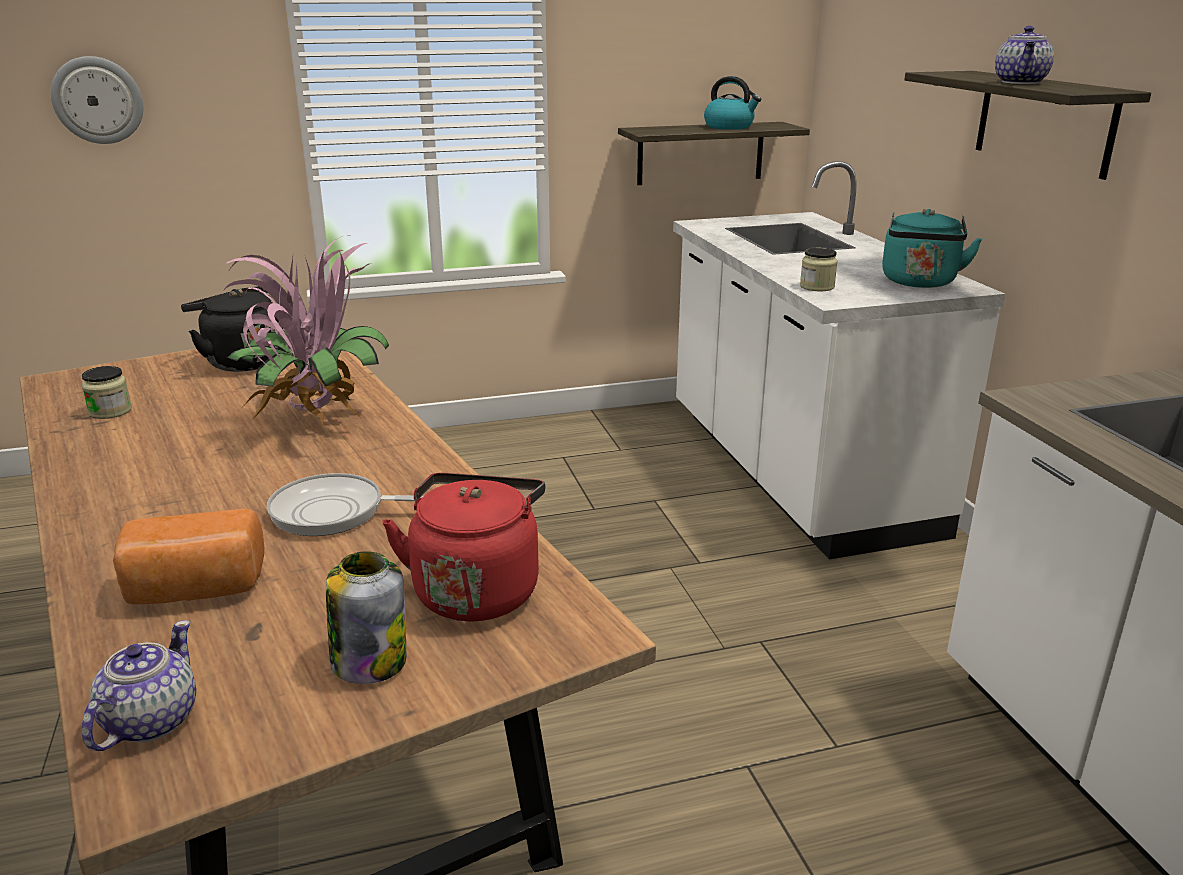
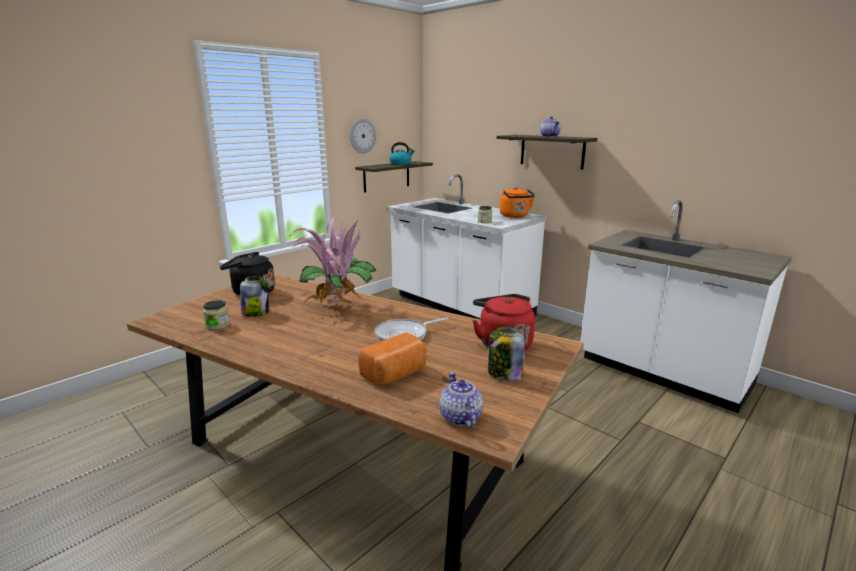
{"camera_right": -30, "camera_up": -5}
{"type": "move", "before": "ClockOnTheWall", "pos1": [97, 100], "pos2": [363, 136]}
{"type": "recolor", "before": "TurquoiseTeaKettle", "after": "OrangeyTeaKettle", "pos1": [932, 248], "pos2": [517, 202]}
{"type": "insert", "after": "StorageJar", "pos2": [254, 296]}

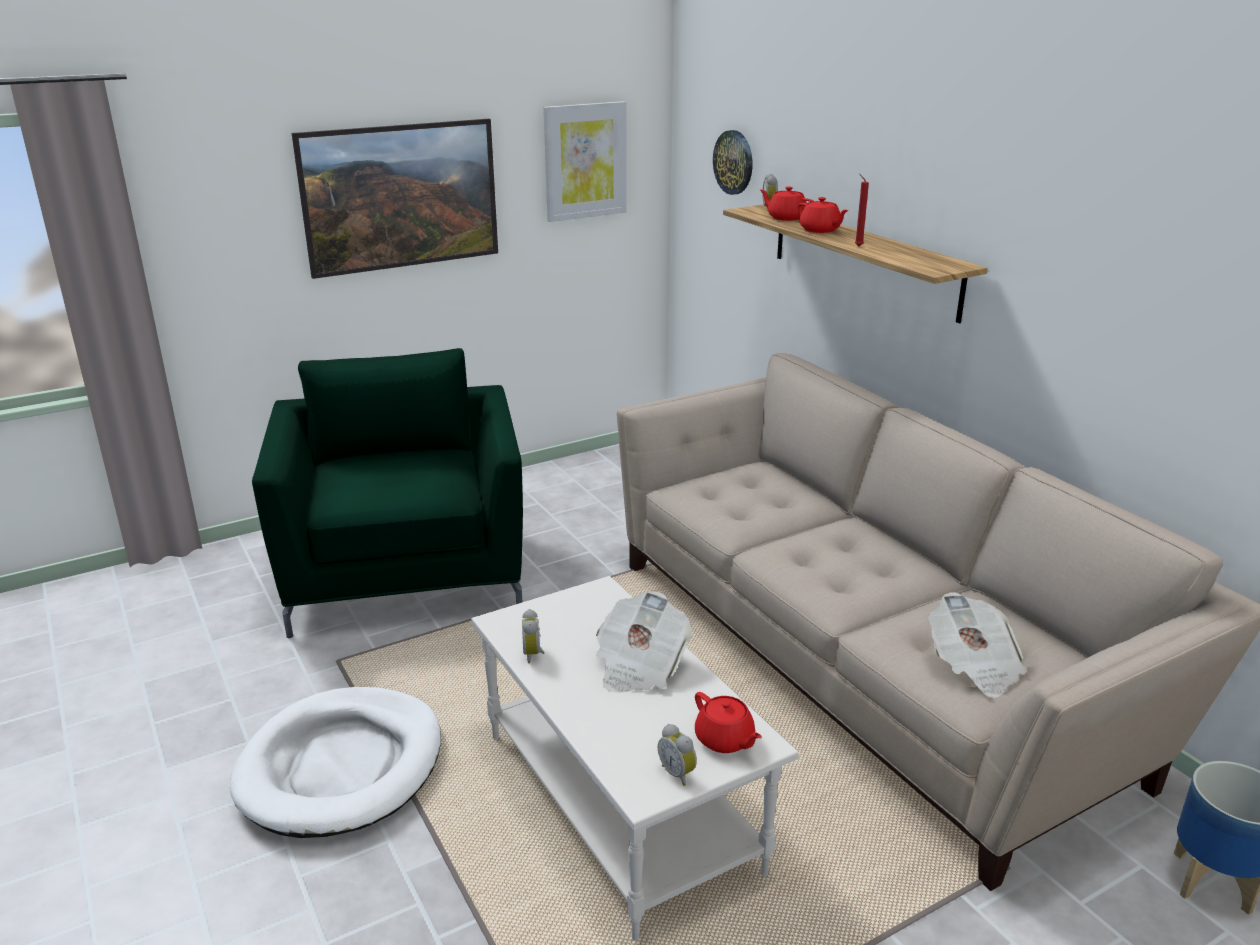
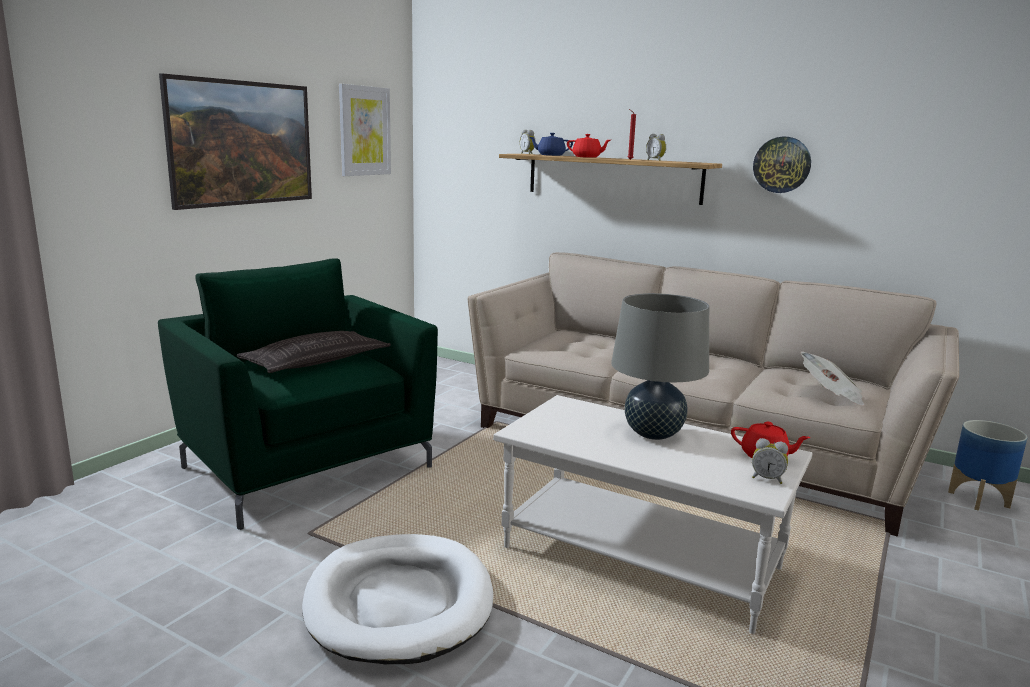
{"camera_right": -30, "camera_up": -10}
{"type": "move", "before": "TableClock", "pos1": [533, 636], "pos2": [656, 147]}
{"type": "replace", "before": "DailyPaper", "after": "GreyishTabletopLamp", "pos1": [644, 642], "pos2": [660, 366]}
{"type": "move", "before": "ClockOnTheWall", "pos1": [732, 162], "pos2": [782, 165]}
{"type": "recolor", "before": "RedPotForTea", "after": "BluishPotForTea", "pos1": [787, 204], "pos2": [551, 144]}
{"type": "insert", "after": "ThrowPillow", "pos2": [314, 352]}

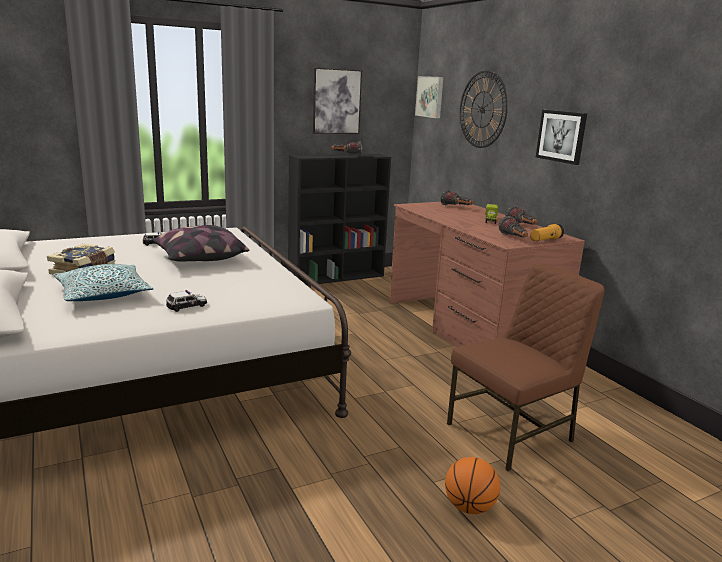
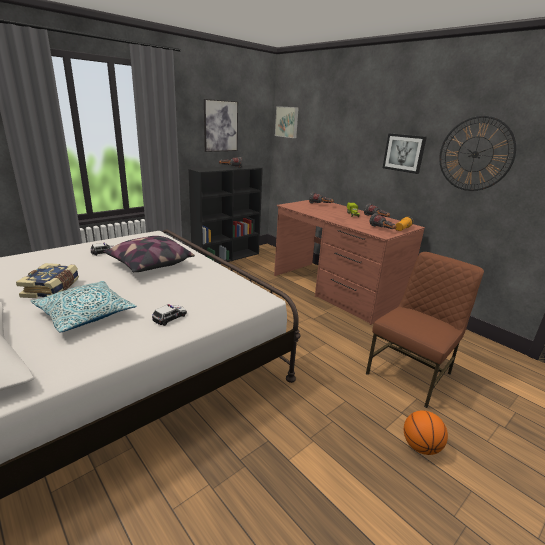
{"camera_right": -15, "camera_up": 5}
{"type": "move", "before": "ClockOnTheWall", "pos1": [484, 109], "pos2": [478, 153]}

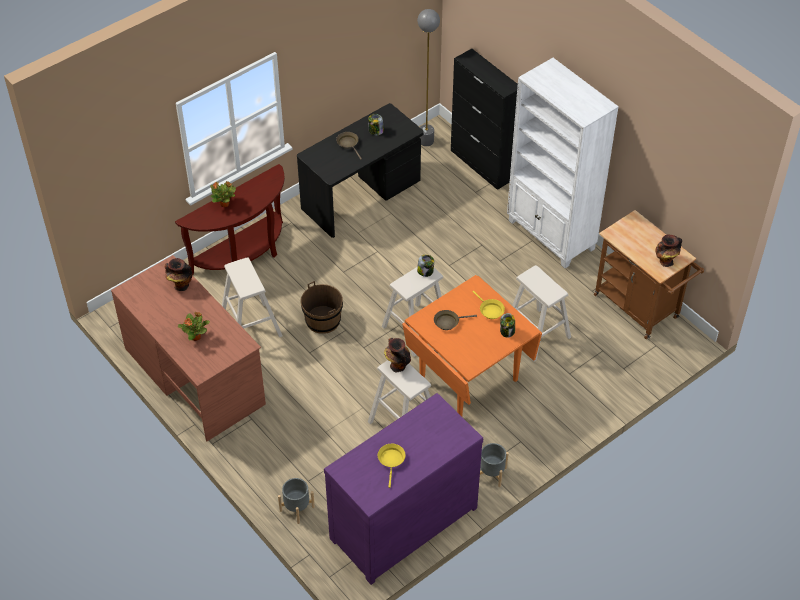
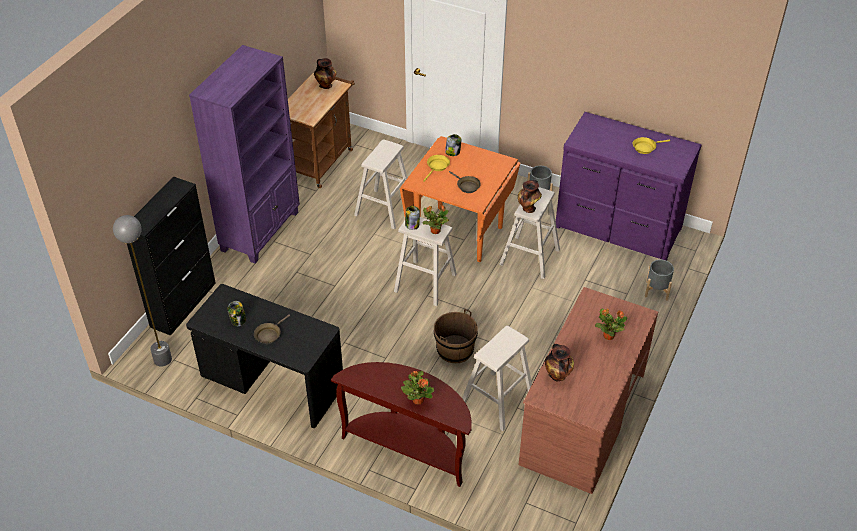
{"camera_right": -115, "camera_up": -5}
{"type": "recolor", "before": "WhitishBookcase", "after": "PurpleColouredBookcase", "pos1": [563, 163], "pos2": [244, 154]}
{"type": "insert", "after": "PlantInAPot", "pos2": [435, 219]}

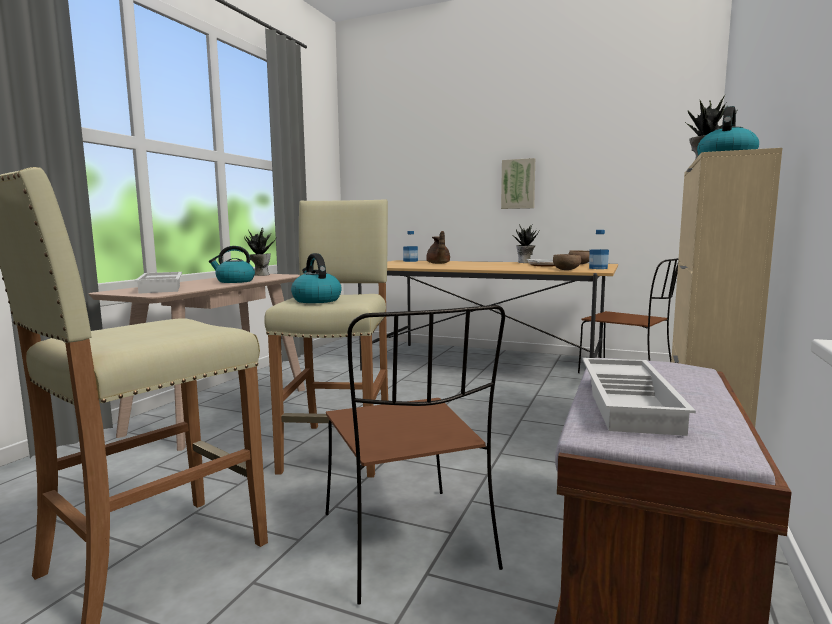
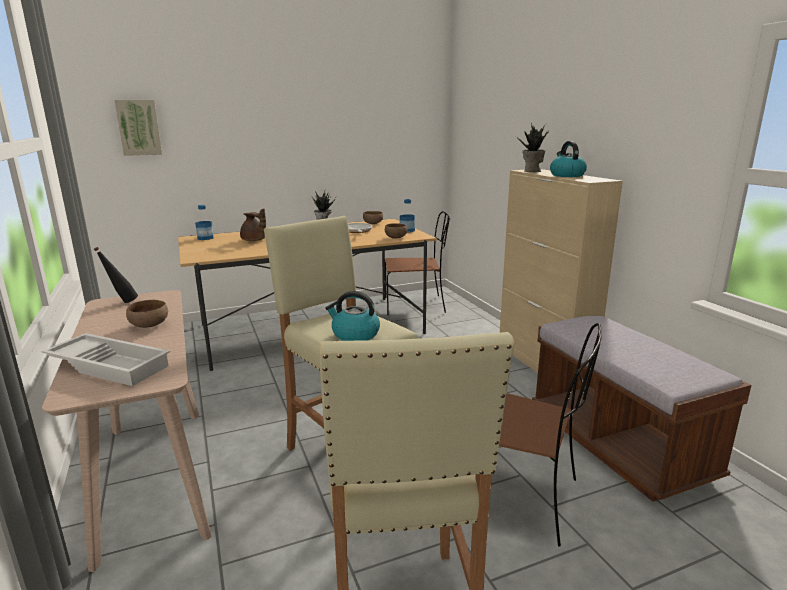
{"camera_right": -45, "camera_up": 10}
{"type": "replace", "before": "TeaKettle", "after": "BrownBowl", "pos1": [232, 264], "pos2": [147, 314]}
{"type": "replace", "before": "PlantInAPot", "after": "BlackishBeverageBottle", "pos1": [260, 252], "pos2": [116, 275]}
{"type": "move", "before": "Picture", "pos1": [518, 183], "pos2": [138, 128]}
{"type": "delete", "before": "WhitishServingTray", "pos1": [639, 397]}

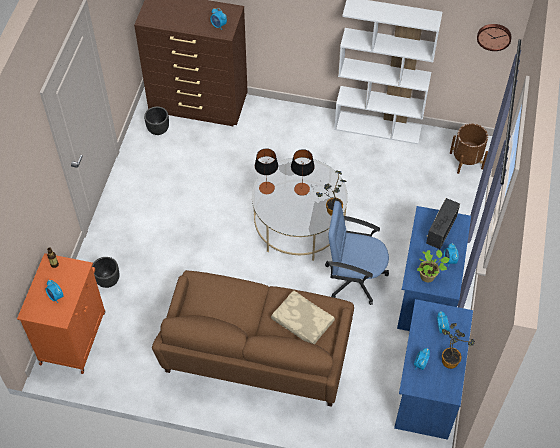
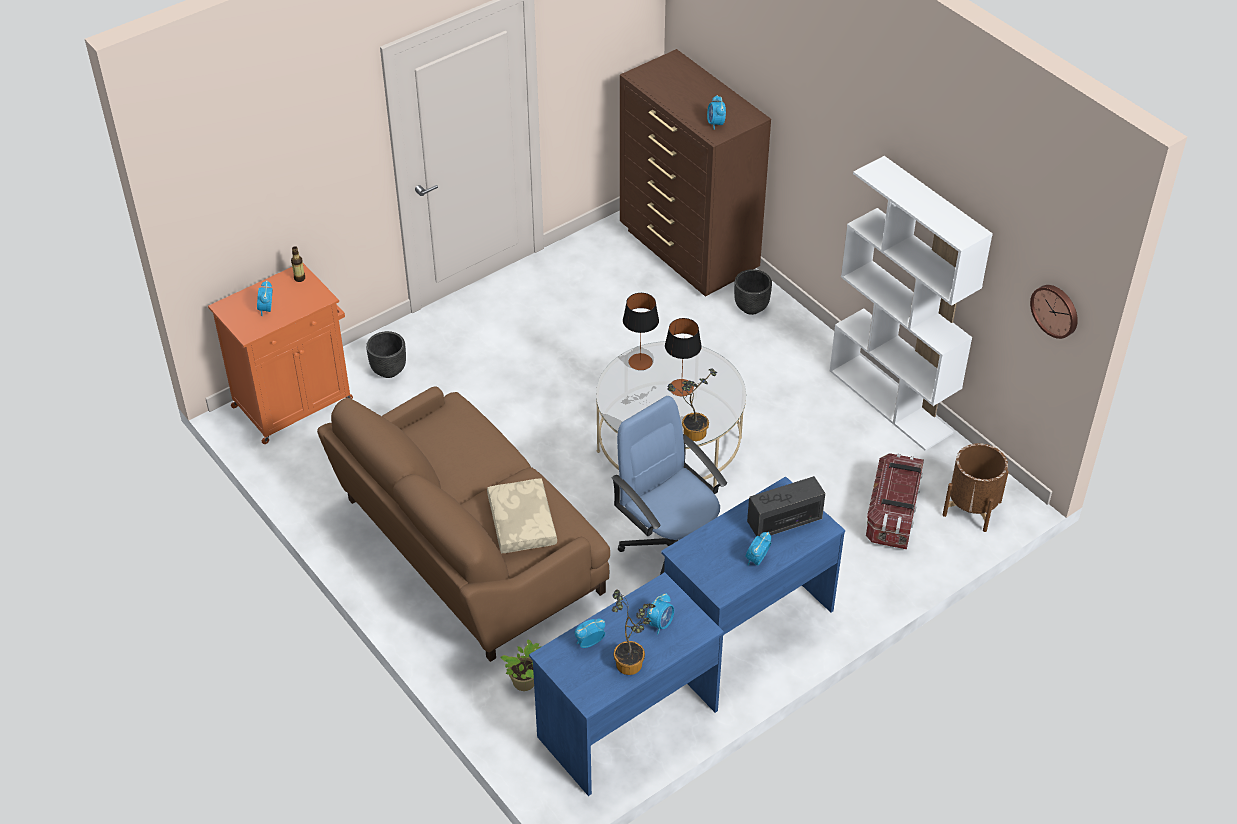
{"camera_right": 40, "camera_up": -10}
{"type": "move", "before": "BlackishPlantPot", "pos1": [156, 120], "pos2": [753, 292]}
{"type": "move", "before": "PlantInAPot", "pos1": [433, 266], "pos2": [521, 665]}
{"type": "insert", "after": "StorageContainer", "pos2": [895, 501]}

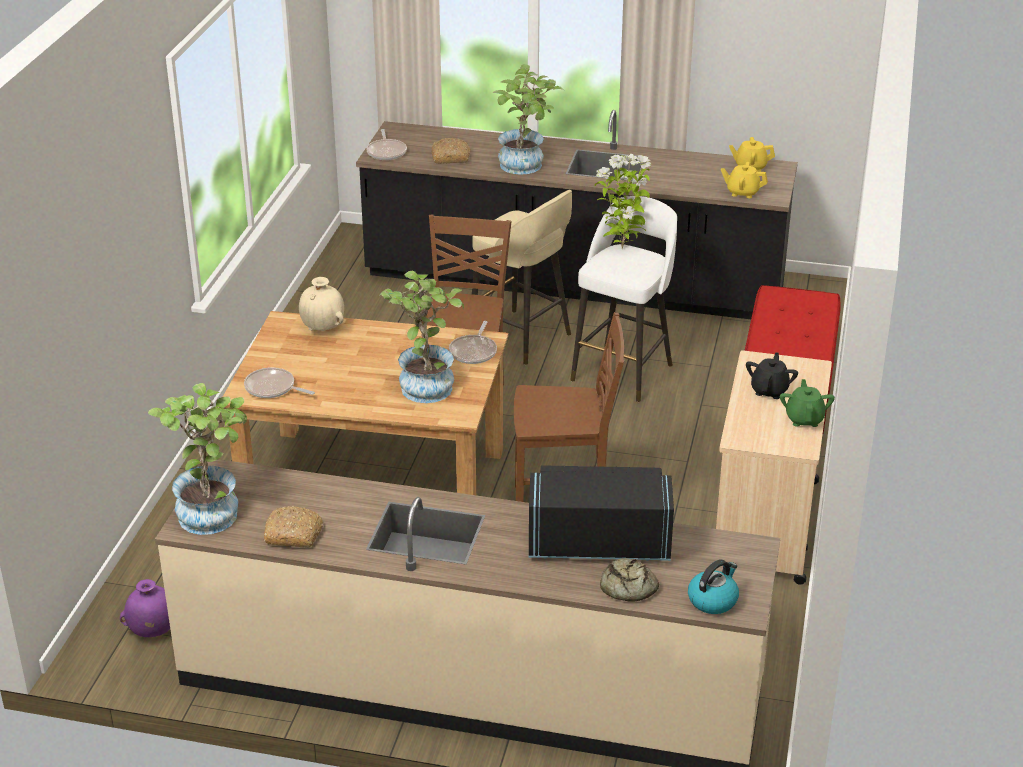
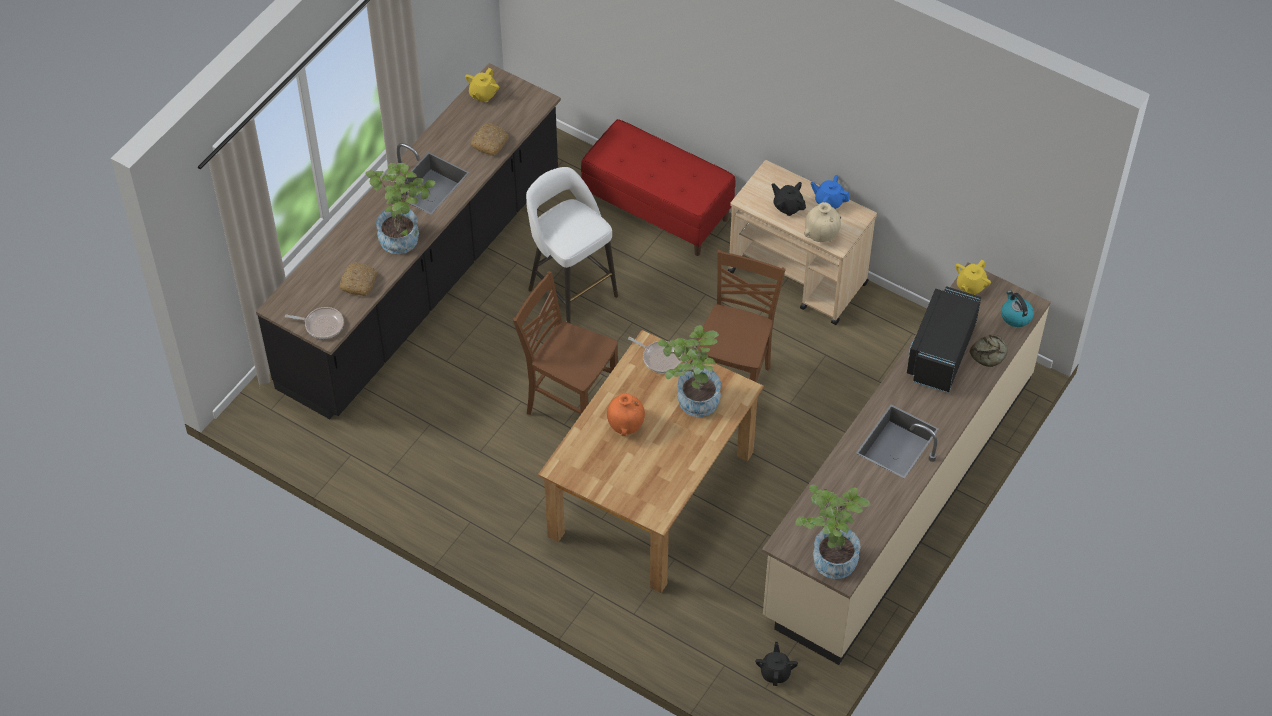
{"camera_right": -70, "camera_up": 20}
{"type": "replace", "before": "PurpleColouredDecorativeVase", "after": "BlackishPotForTea", "pos1": [145, 608], "pos2": [776, 664]}
{"type": "delete", "before": "Pan", "pos1": [279, 382]}
{"type": "move", "before": "BakeryBread", "pos1": [293, 527], "pos2": [489, 139]}
{"type": "move", "before": "BeigeColouredDecorativeVase", "pos1": [321, 304], "pos2": [822, 222]}
{"type": "delete", "before": "BeigeColouredStoolSeat", "pos1": [522, 277]}
{"type": "delete", "before": "PlantInAPot", "pos1": [623, 201]}
{"type": "move", "before": "YellowishPotForTea", "pos1": [744, 180], "pos2": [973, 277]}
{"type": "recolor", "before": "GreenishPotForTea", "after": "BluishPotForTea", "pos1": [807, 403], "pos2": [830, 192]}
{"type": "insert", "after": "OrangeyDecorativeVase", "pos2": [626, 414]}

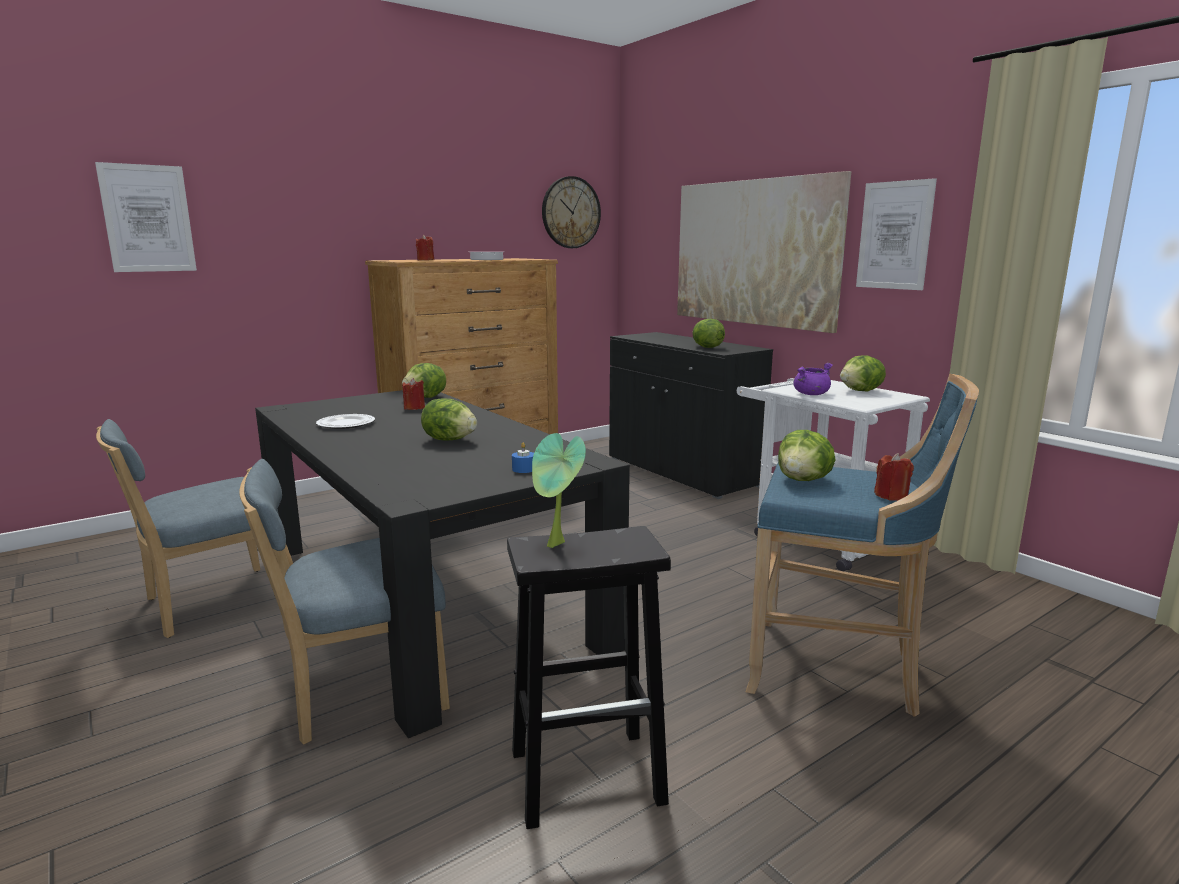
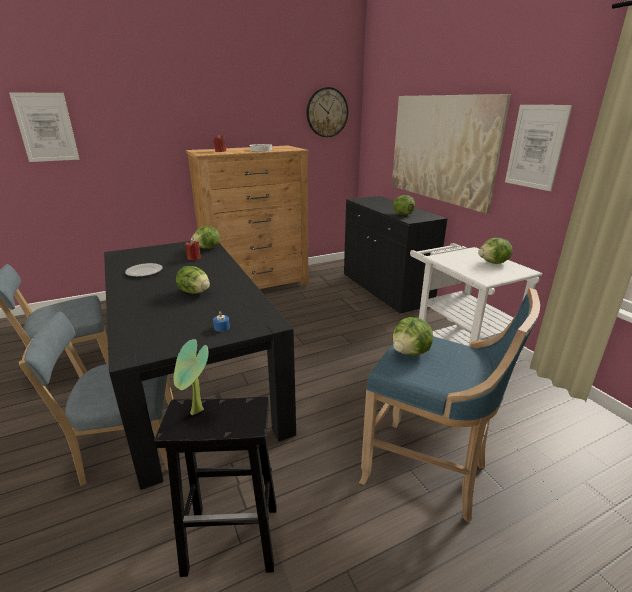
{"camera_right": 10, "camera_up": 10}
{"type": "delete", "before": "PurpleColouredSaucepot", "pos1": [813, 379]}
{"type": "delete", "before": "RedWaxCandle", "pos1": [894, 477]}

